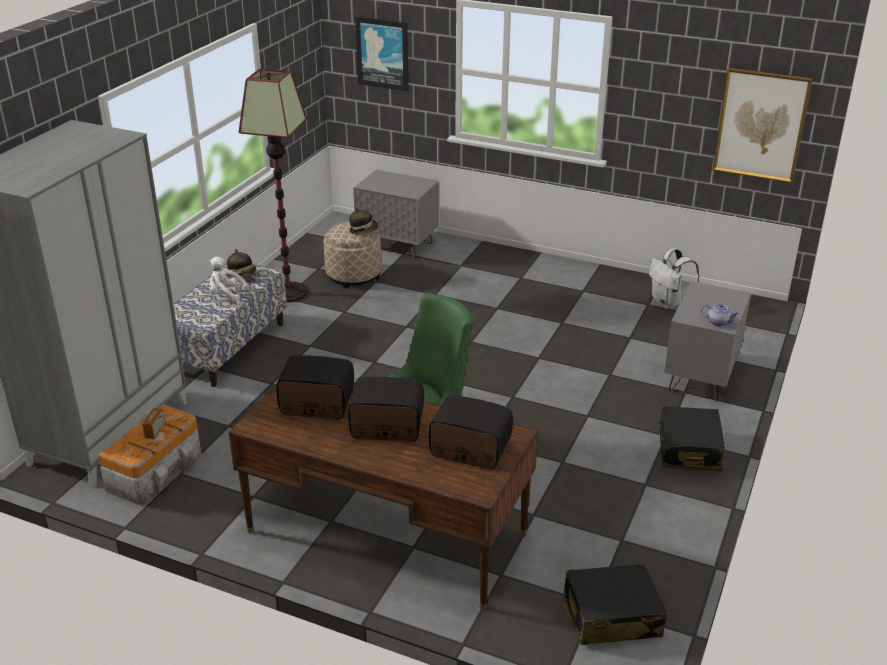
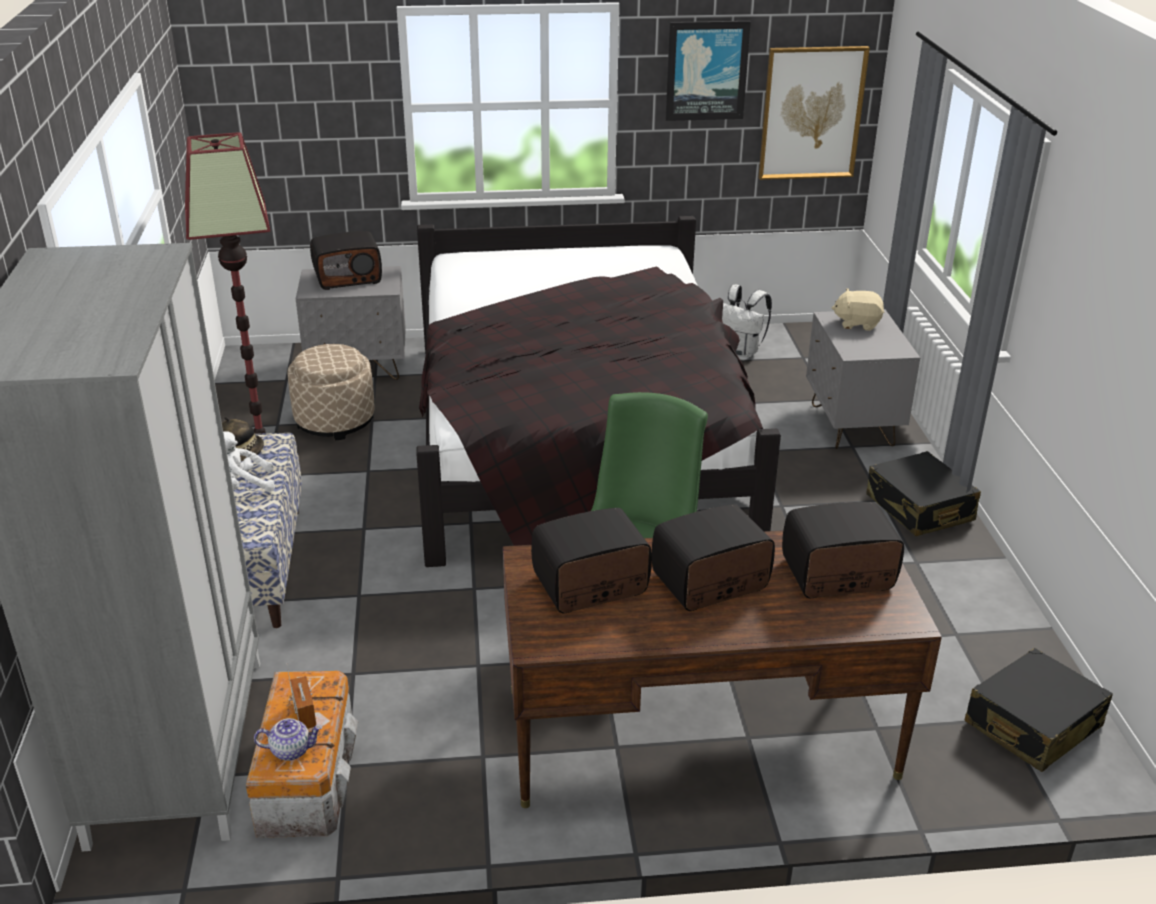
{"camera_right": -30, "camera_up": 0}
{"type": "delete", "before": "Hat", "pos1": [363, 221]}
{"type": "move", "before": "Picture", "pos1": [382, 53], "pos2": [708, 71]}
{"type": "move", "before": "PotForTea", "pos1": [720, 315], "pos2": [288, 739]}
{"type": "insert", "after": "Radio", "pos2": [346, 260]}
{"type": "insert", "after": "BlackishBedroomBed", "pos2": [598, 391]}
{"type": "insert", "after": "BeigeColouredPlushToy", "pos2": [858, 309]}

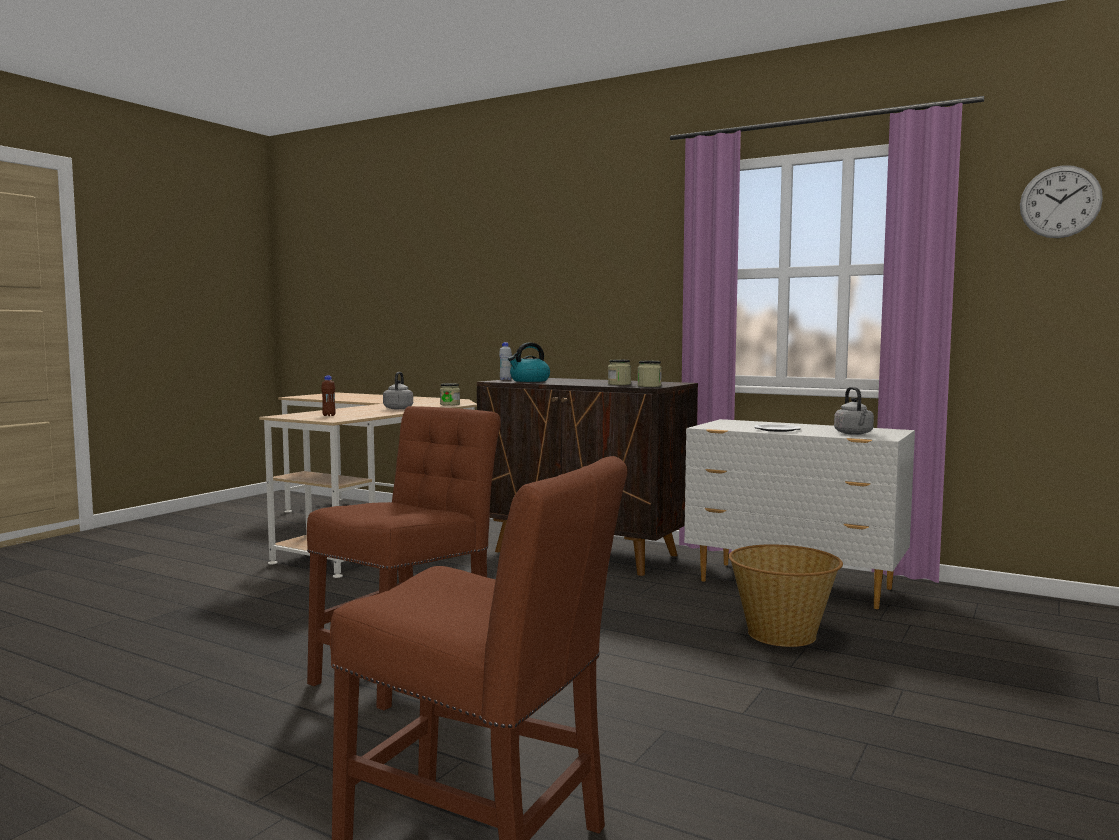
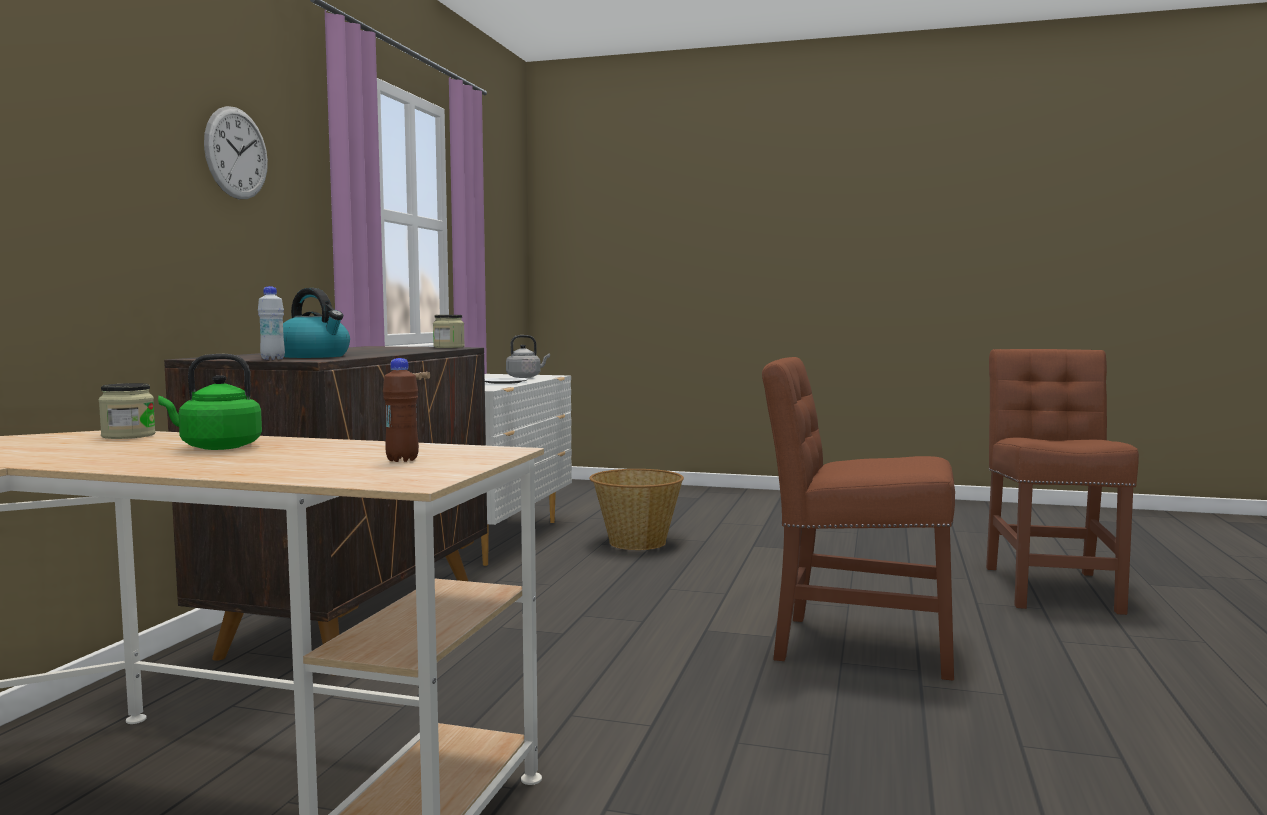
{"camera_right": -105, "camera_up": 0}
{"type": "recolor", "before": "GreyishTeaKettle", "after": "GreenishTeaKettle", "pos1": [398, 390], "pos2": [210, 402]}
{"type": "delete", "before": "StorageJar", "pos1": [619, 372]}
{"type": "move", "before": "ClockOnTheWall", "pos1": [1061, 201], "pos2": [236, 152]}

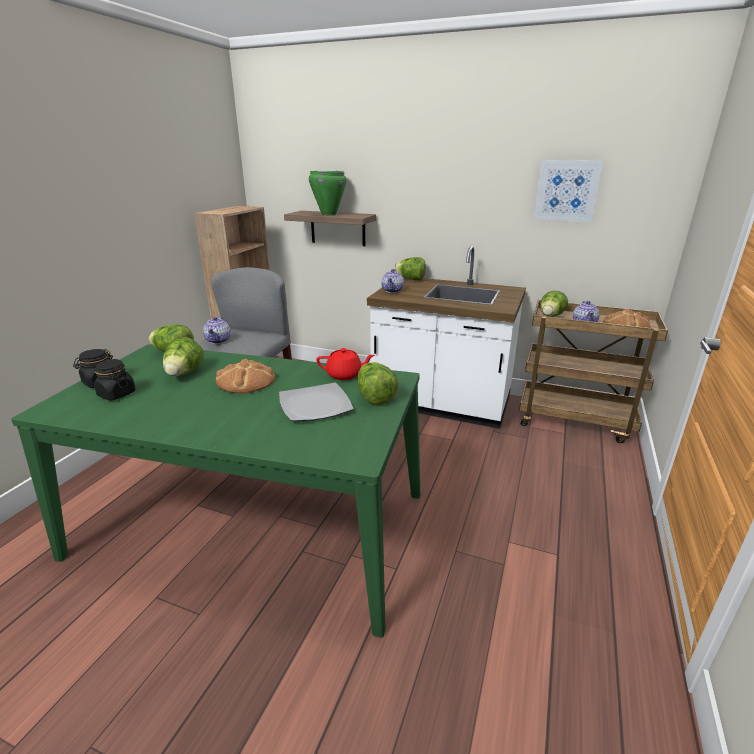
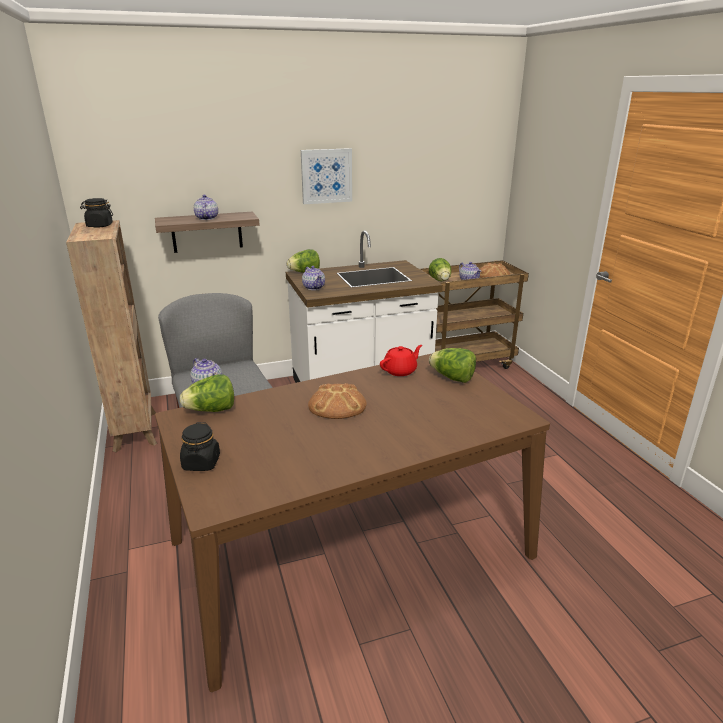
{"camera_right": -40, "camera_up": 0}
{"type": "recolor", "before": "GreenishKitchenTable", "after": "BrownKitchenTable", "pos1": [215, 491], "pos2": [352, 523]}
{"type": "move", "before": "BlackishStorageJar", "pos1": [115, 379], "pos2": [96, 213]}
{"type": "delete", "before": "Lettuce", "pos1": [183, 356]}
{"type": "delete", "before": "DinnerPlate", "pos1": [316, 402]}
{"type": "replace", "before": "GreenishSaucepot", "after": "PotForTea", "pos1": [328, 193], "pos2": [206, 207]}
{"type": "move", "before": "Picture", "pos1": [568, 191], "pos2": [326, 176]}

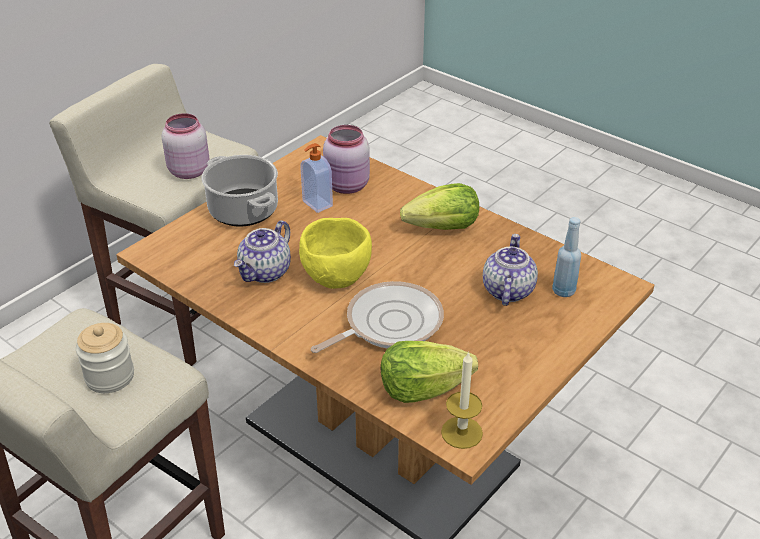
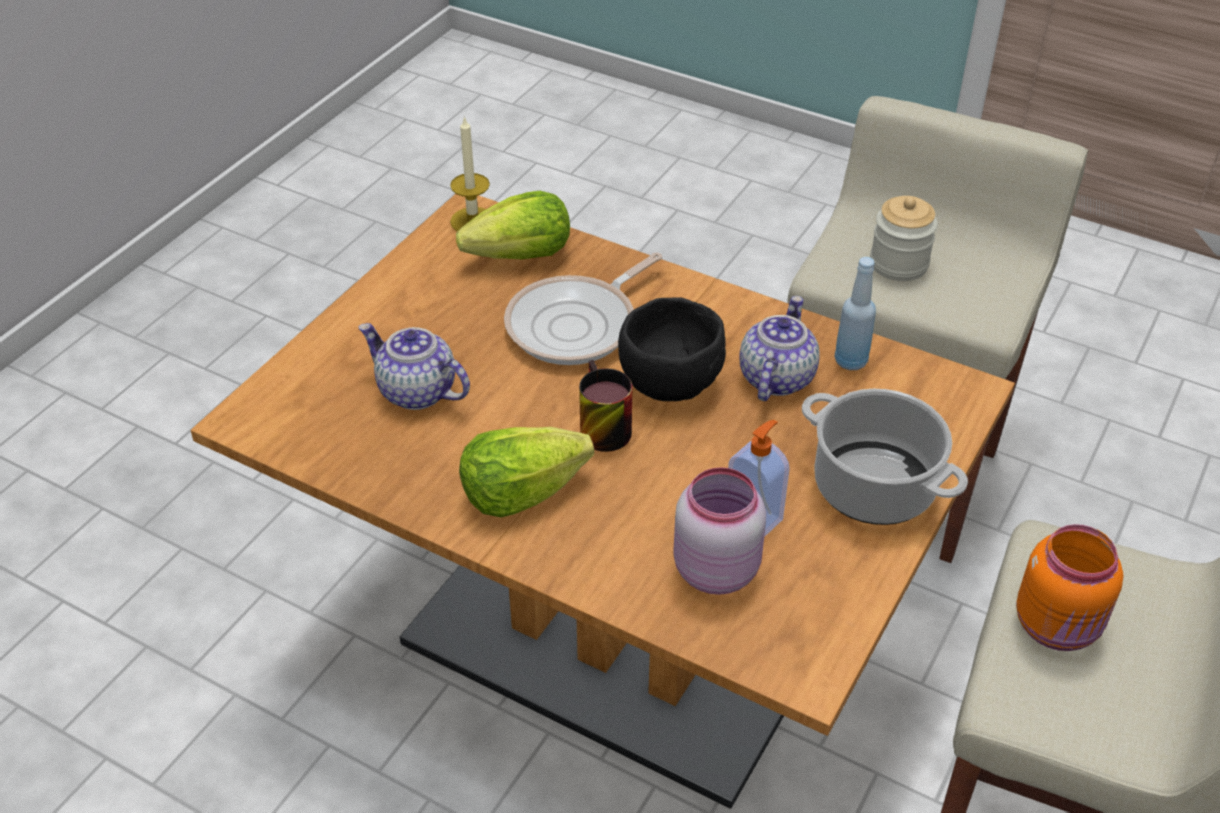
{"camera_right": 170, "camera_up": 5}
{"type": "recolor", "before": "PinkStorageJar", "after": "OrangeyStorageJar", "pos1": [186, 146], "pos2": [1069, 587]}
{"type": "recolor", "before": "YellowishBowl", "after": "BlackishBowl", "pos1": [335, 253], "pos2": [672, 349]}
{"type": "rotate", "before": "PotForTea", "pos1": [510, 270], "pos2": [414, 366], "turn": 120}
{"type": "move", "before": "BluishBeverageBottle", "pos1": [566, 257], "pos2": [855, 313]}
{"type": "insert", "after": "CoffeeMug", "pos2": [605, 406]}

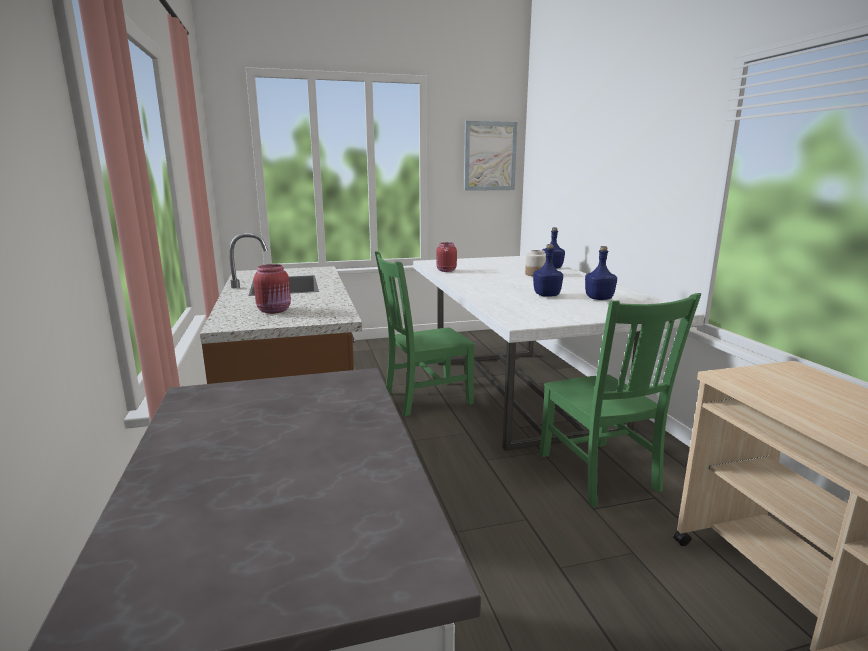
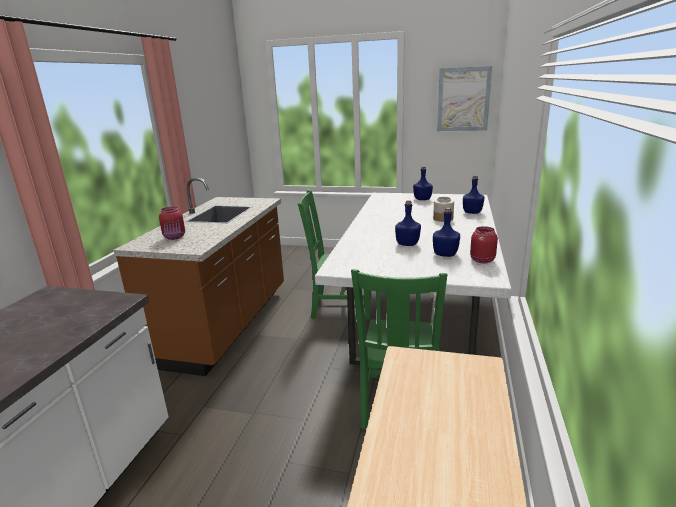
{"camera_right": 30, "camera_up": 5}
{"type": "move", "before": "RedStorageJar", "pos1": [446, 257], "pos2": [484, 244]}
{"type": "insert", "after": "BluishBeverageBottle", "pos2": [423, 183]}

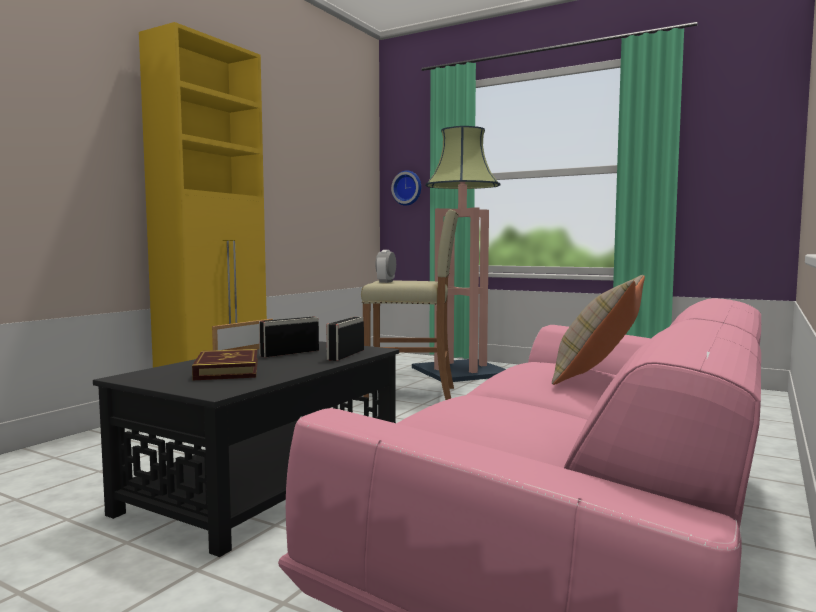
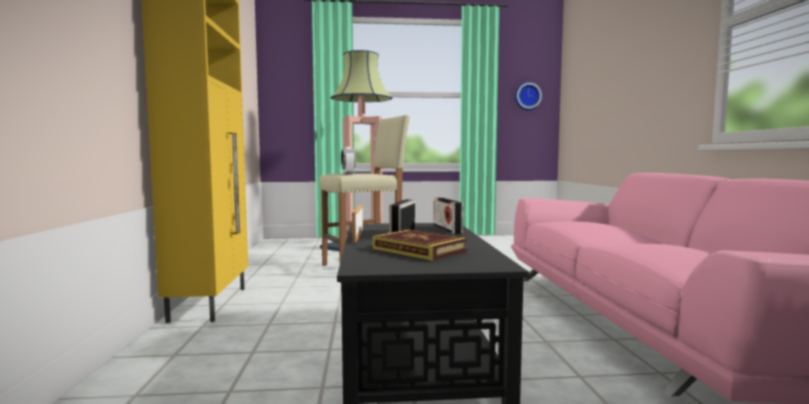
{"camera_right": -35, "camera_up": 0}
{"type": "move", "before": "ClockOnTheWall", "pos1": [406, 188], "pos2": [528, 96]}
{"type": "delete", "before": "BeigeColouredThrowPillow", "pos1": [598, 330]}

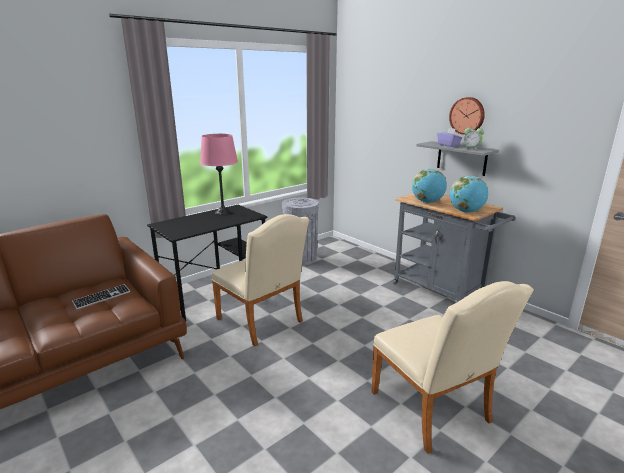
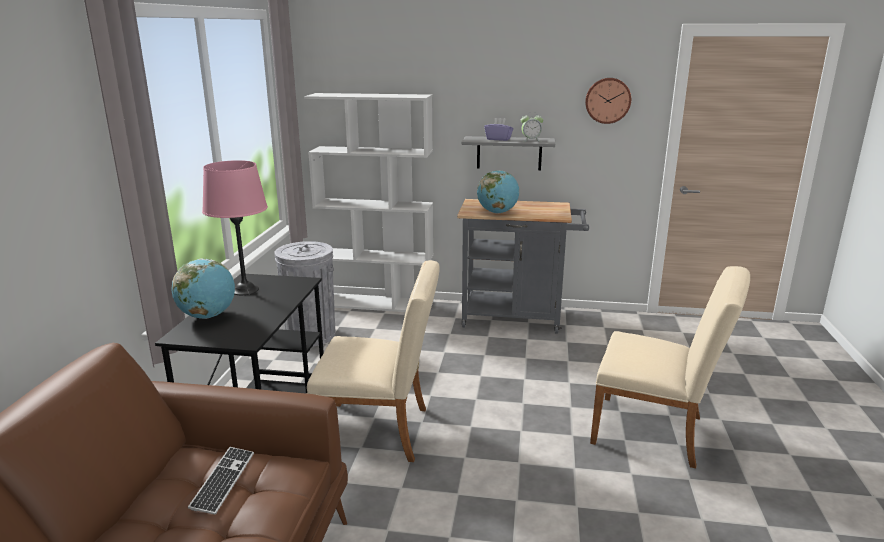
{"camera_right": -40, "camera_up": 0}
{"type": "move", "before": "ClockOnTheWall", "pos1": [467, 116], "pos2": [608, 101]}
{"type": "move", "before": "WorldGlobe", "pos1": [469, 194], "pos2": [203, 288]}
{"type": "insert", "after": "WhitishBookcase", "pos2": [369, 202]}

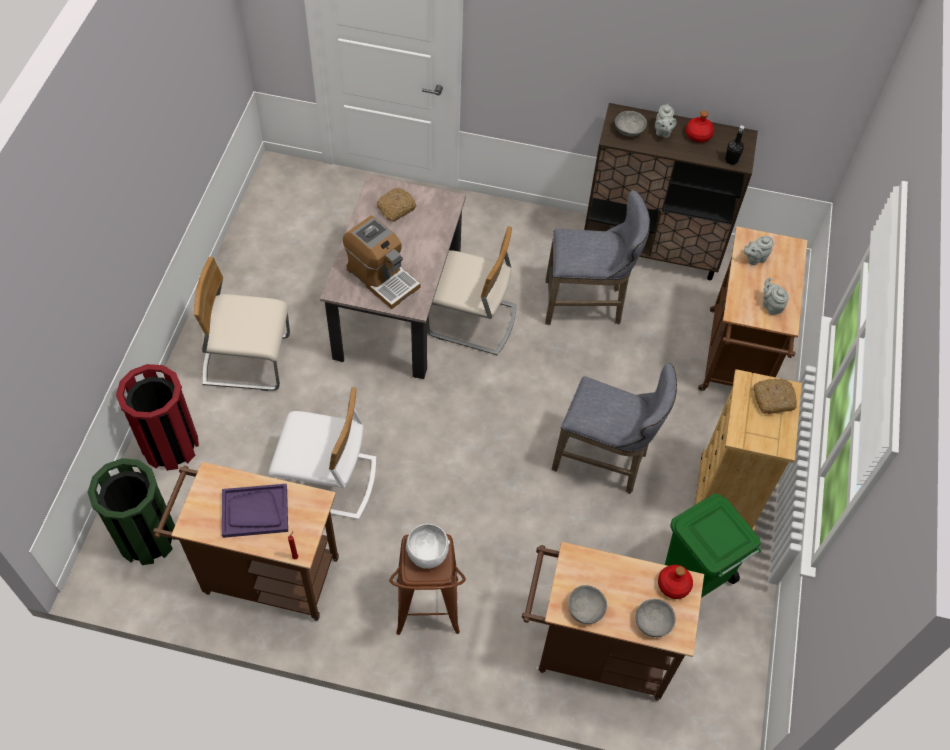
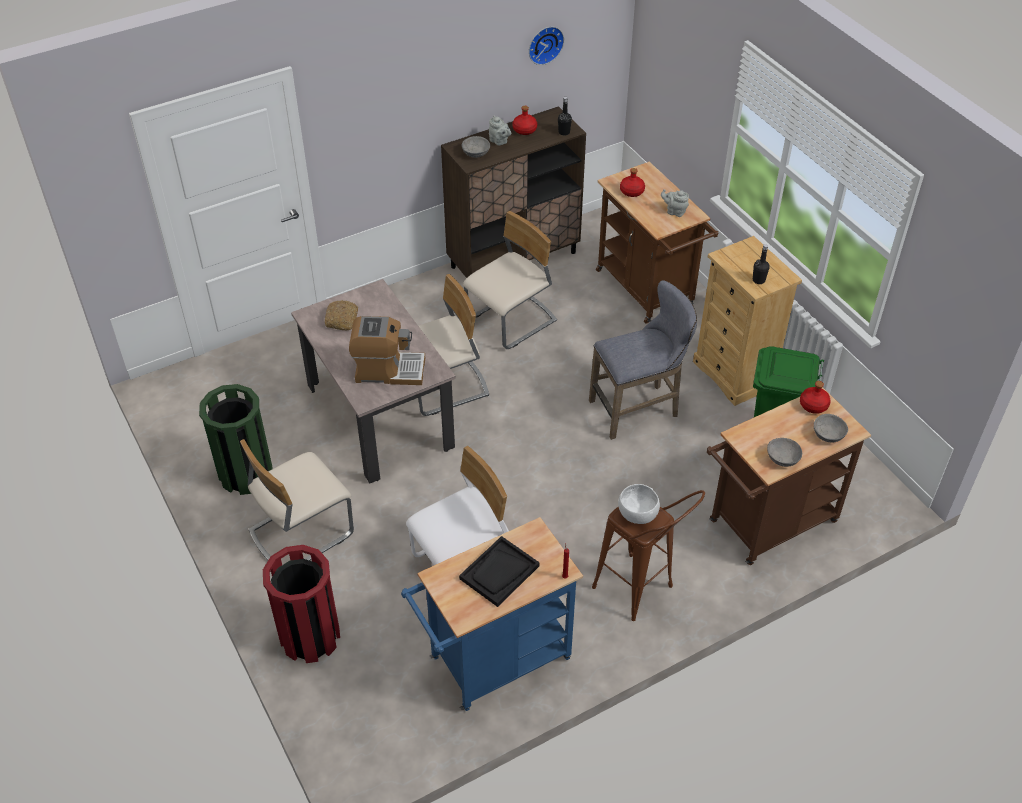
{"camera_right": -40, "camera_up": -10}
{"type": "move", "before": "GreenishRubbishBin", "pos1": [131, 511], "pos2": [236, 439]}
{"type": "recolor", "before": "BrownWheeledCart", "after": "BluishWheeledCart", "pos1": [246, 541], "pos2": [492, 614]}
{"type": "recolor", "before": "PurpleColouredServingTray", "after": "BlackishServingTray", "pos1": [255, 511], "pos2": [499, 571]}
{"type": "replace", "before": "GreyishStoolSeat", "after": "BeigeColouredUprightChair", "pos1": [597, 257], "pos2": [510, 280]}
{"type": "replace", "before": "GreyishPotForTea", "after": "RedBeverageBottle", "pos1": [759, 250], "pos2": [632, 182]}
{"type": "delete", "before": "BakeryBread", "pos1": [775, 396]}
{"type": "insert", "after": "ClockOnTheWall", "pos2": [546, 46]}
{"type": "insert", "after": "BlackishBeverageBottle", "pos2": [761, 264]}

